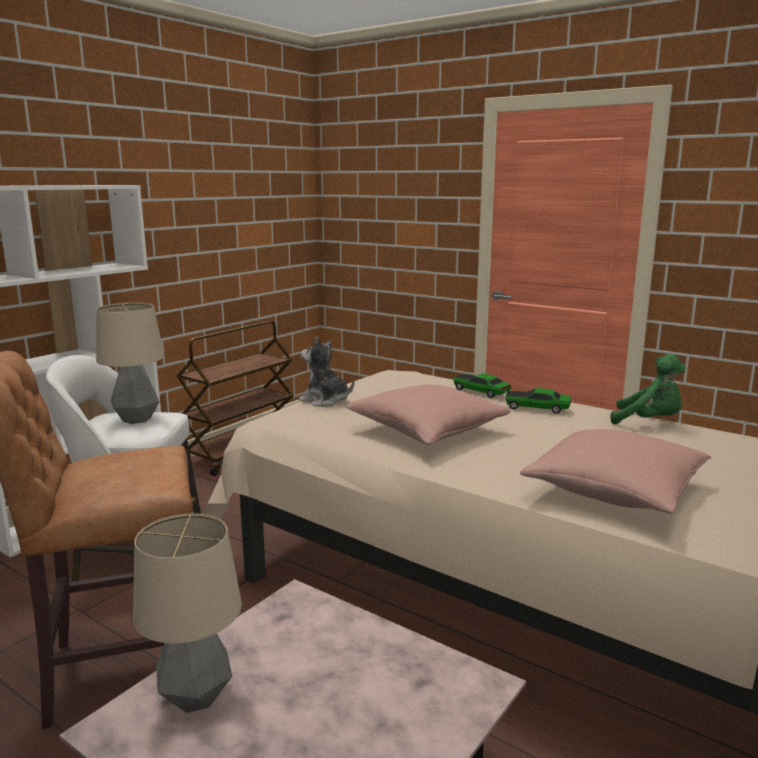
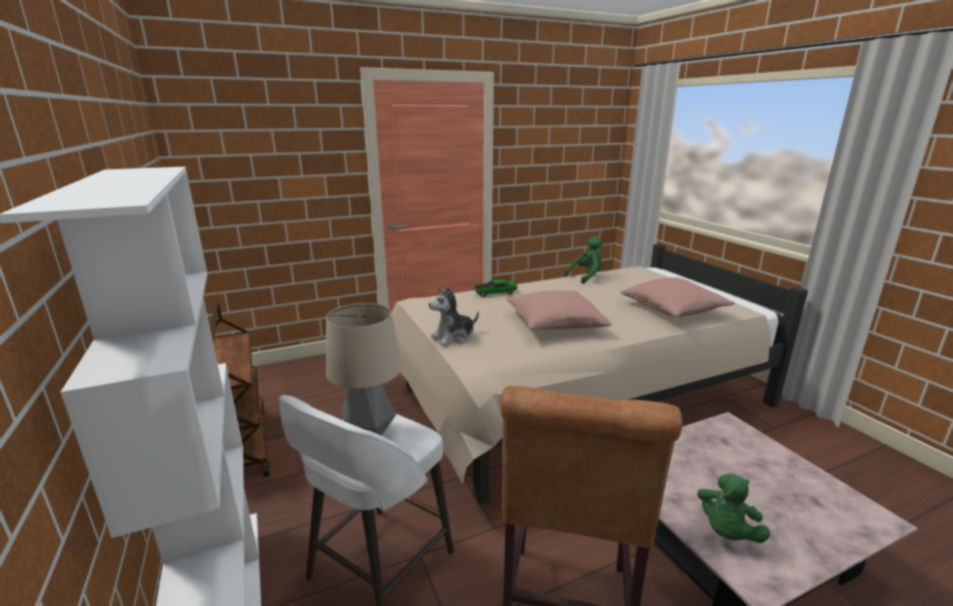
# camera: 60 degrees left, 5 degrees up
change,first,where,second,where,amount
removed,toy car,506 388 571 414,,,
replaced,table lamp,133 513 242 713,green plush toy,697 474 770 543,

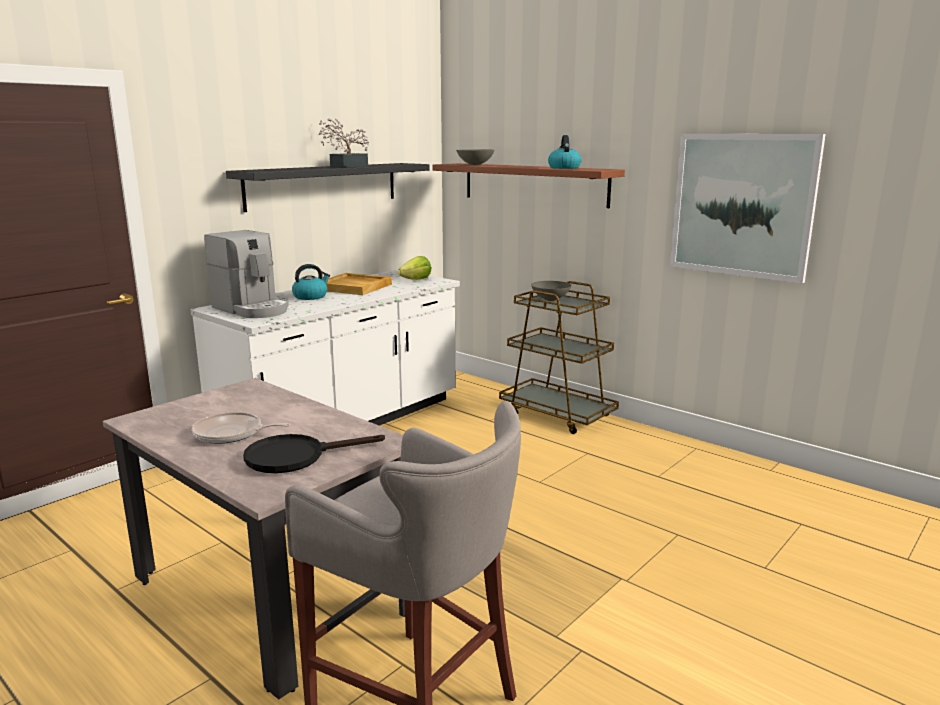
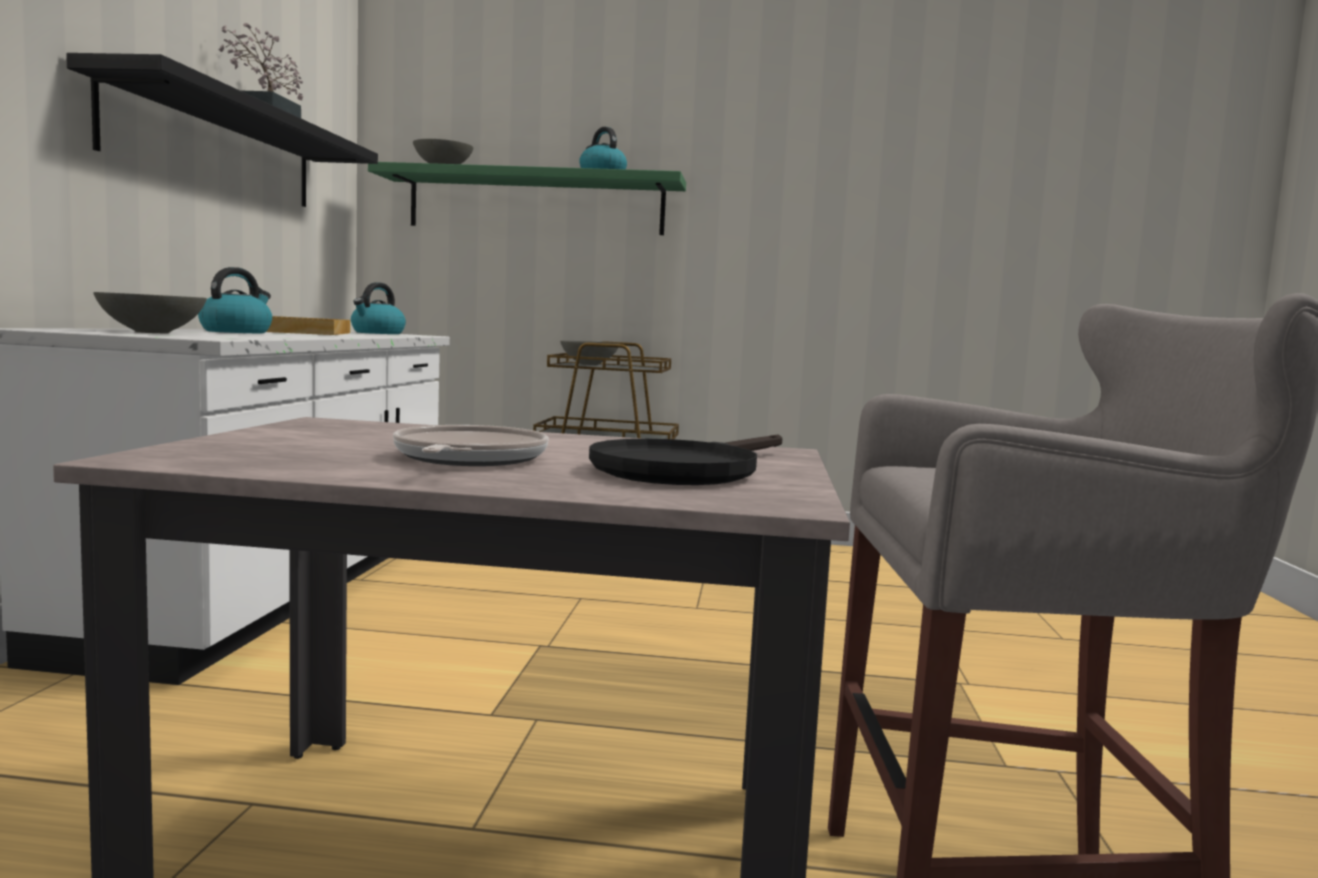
# camera: 35 degrees left, 10 degrees down
change,first,where,second,where,amount
removed,picture,670 134 826 283,,,
replaced,coffee machine,204 230 289 318,grey bowl,93 292 207 333,
replaced,lettuce,398 256 431 280,kettle,351 283 406 334,
recoloured,brown shelf,432 163 625 208,green shelf,368 162 686 235,
turned,frying pan,192 412 291 444,,393 425 548 466,120 degrees clockwise

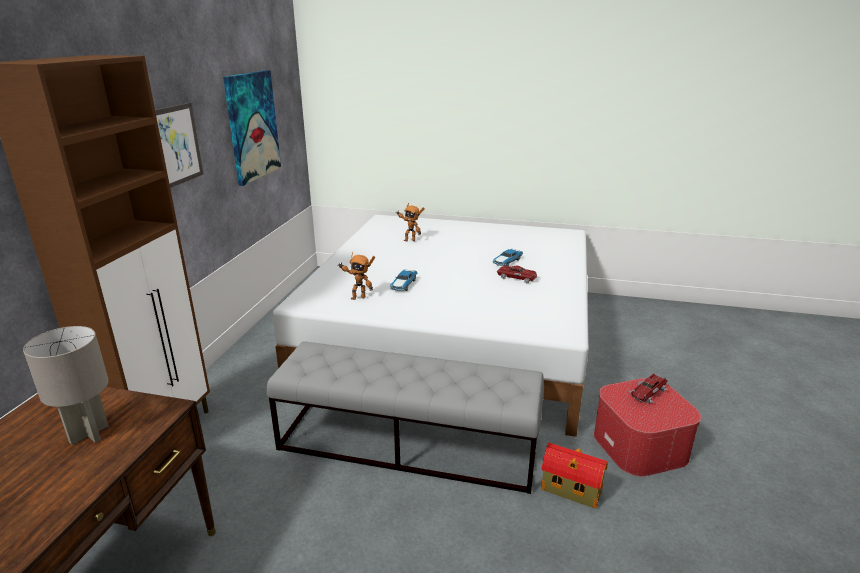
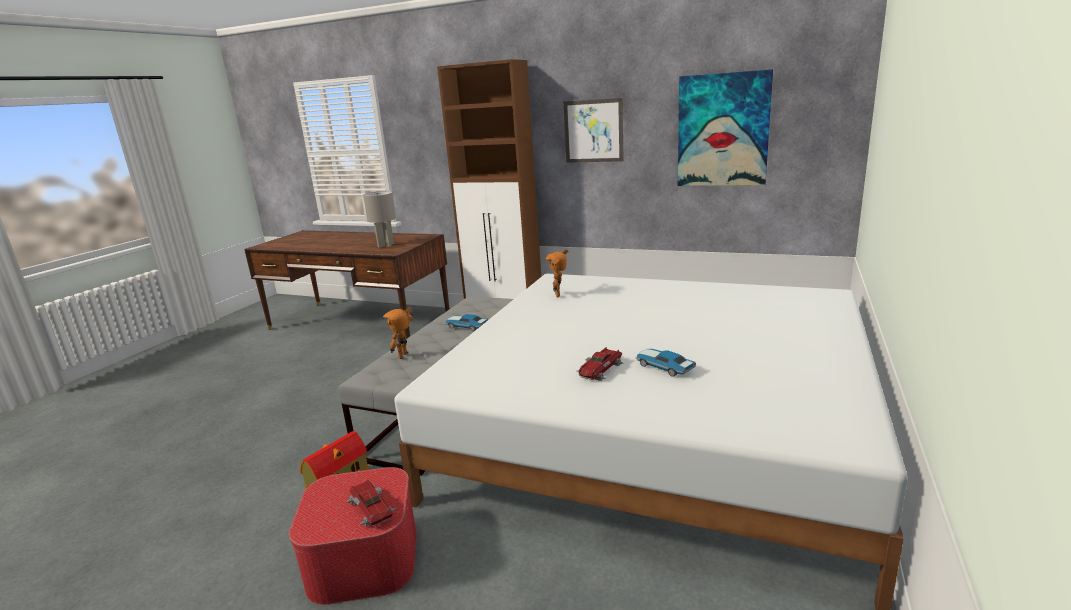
# camera: 100 degrees right, 5 degrees down
change,first,where,second,where,amount
moved,toy car,390 269 417 291,,445 314 488 331,
moved,toy robot,396 203 425 241,,383 307 413 359,

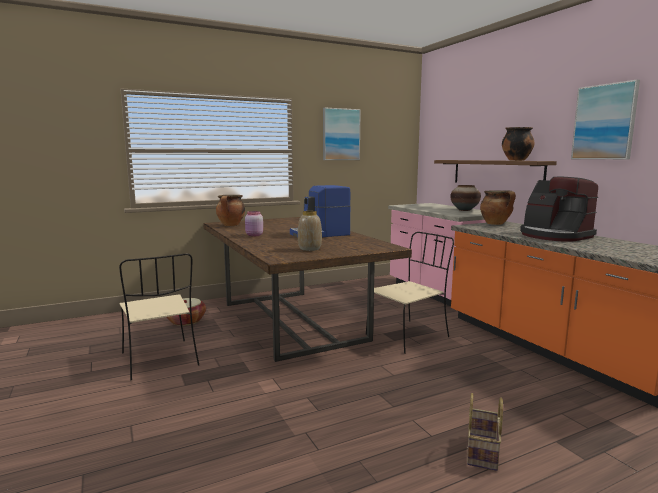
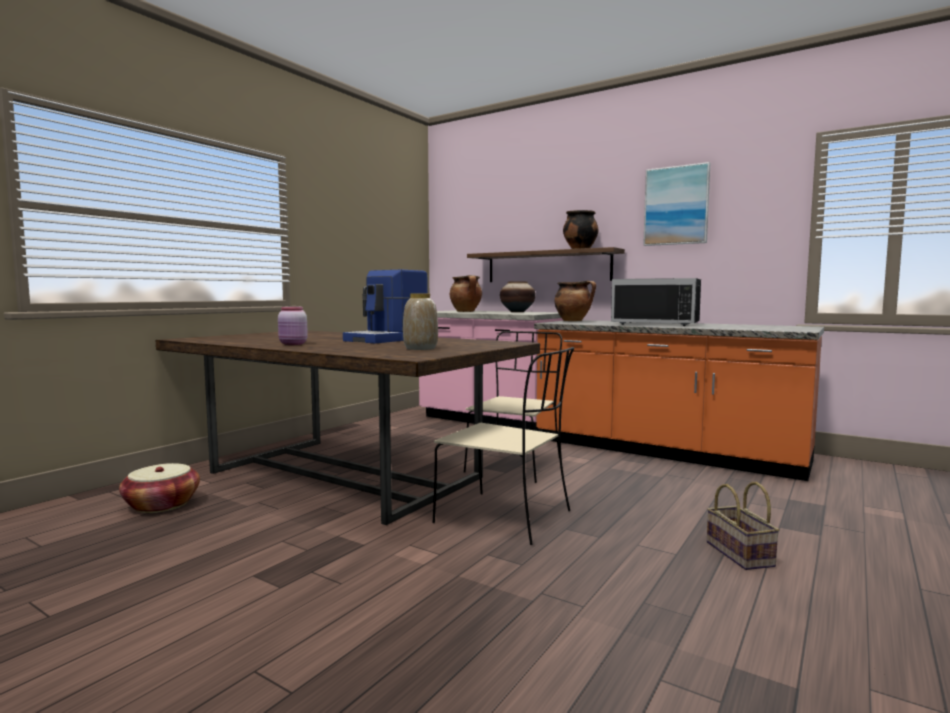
# camera: 30 degrees left, 5 degrees down
change,first,where,second,where,amount
removed,picture,323 107 361 160,,,
moved,beige chair,119 253 199 380,,433 347 574 545,
moved,cooking pot,216 195 245 226,,450 275 482 312,
replaced,coffee machine,520 177 598 242,black microwave,611 278 701 326,

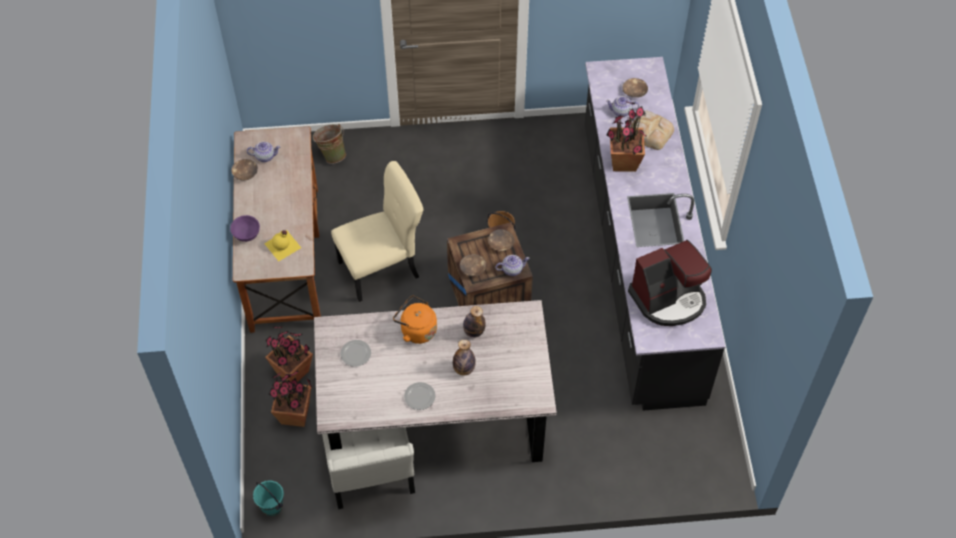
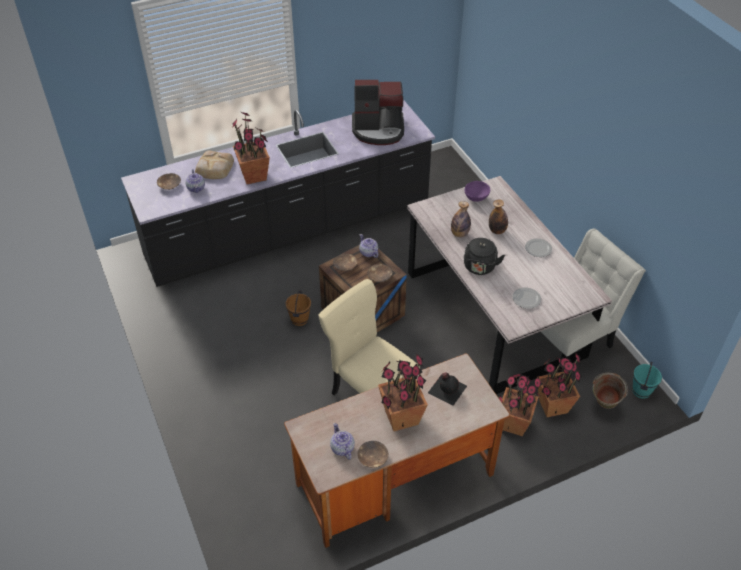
# camera: 110 degrees left, 10 degrees down
change,first,where,second,where,amount
added,,,potted plant,378 354 428 431,
moved,purple bowl,230 215 260 242,,464 181 490 202,
moved,green bucket,313 124 346 164,,593 372 628 409,
recoloured,yellow bottle,264 230 301 261,black bottle,428 372 467 406,
recoloured,orange kettle,393 296 437 344,black kettle,464 238 505 275,
turned,coffee machine,628 240 712 326,,352 80 404 145,135 degrees clockwise

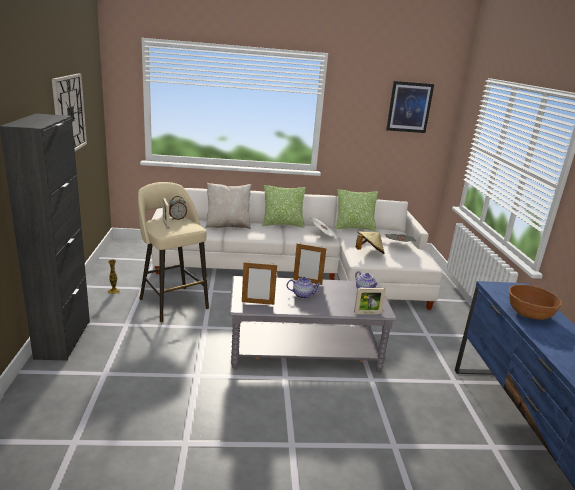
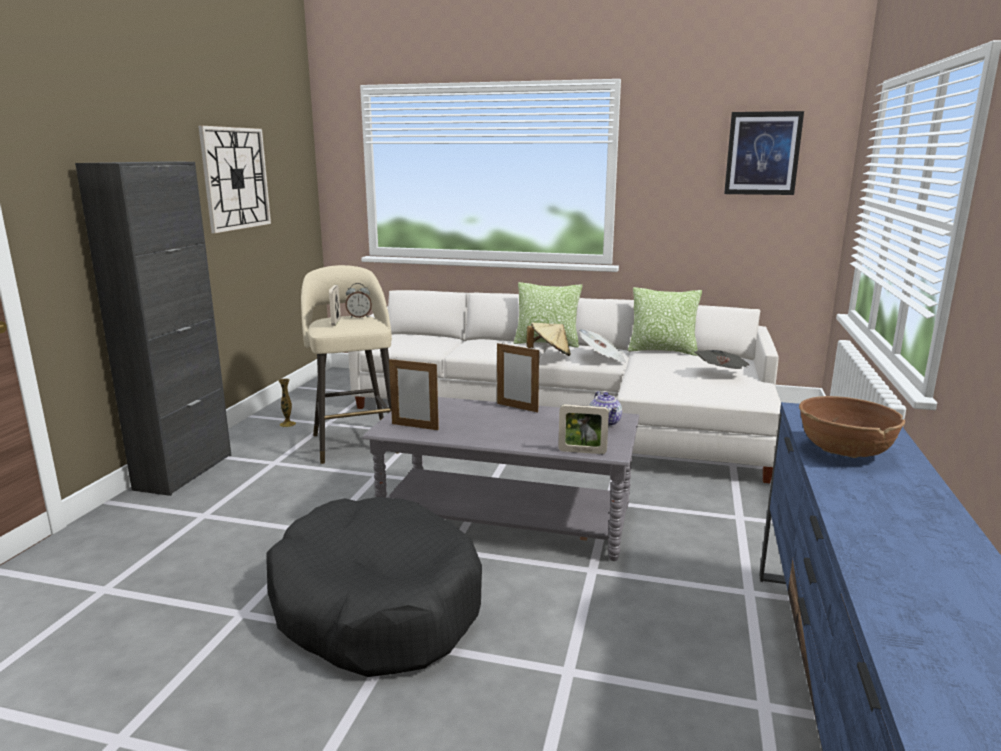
# camera: 20 degrees right, 5 degrees down
change,first,where,second,where,amount
removed,beige pillow,205 183 251 229,,,
removed,teapot,287 277 321 298,,,
added,,,black dog bed,266 497 482 677,
moved,beige hat,356 231 384 254,,526 323 571 356,

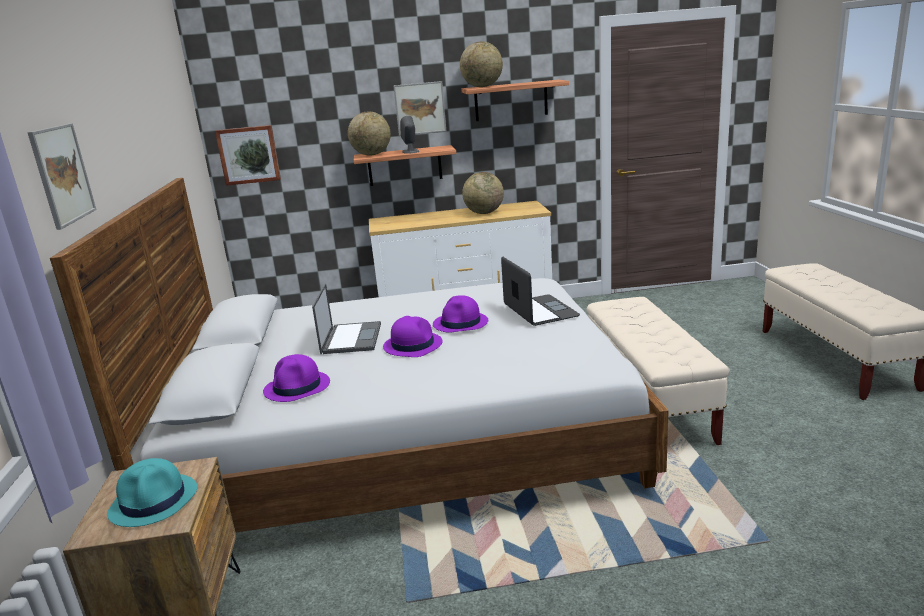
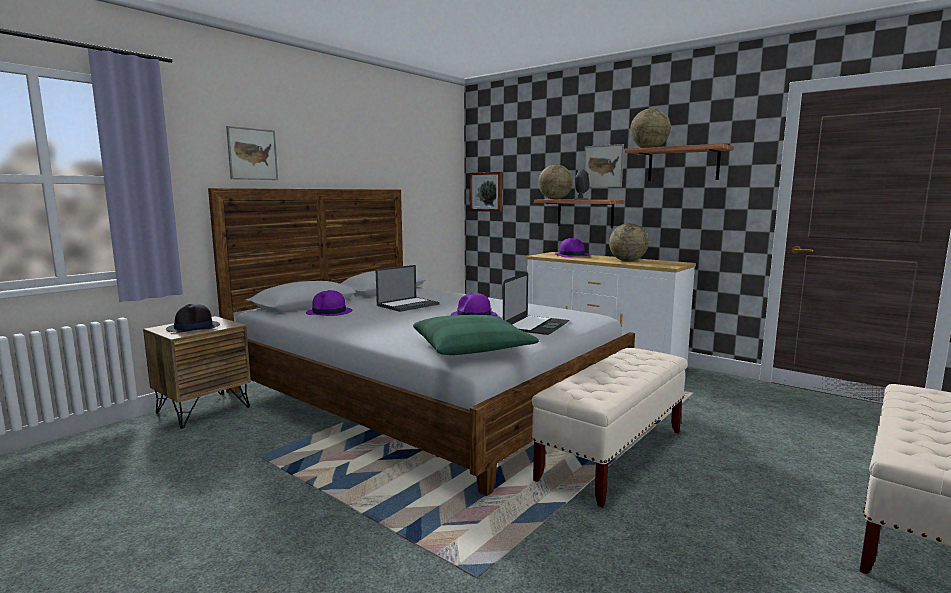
# camera: 45 degrees right, 10 degrees down
change,first,where,second,where,amount
added,,,green pillow,413 315 539 355,
moved,purple hat,383 316 443 357,,555 238 590 257,
recoloured,turquoise hat,107 458 197 527,black hat,166 304 220 332,

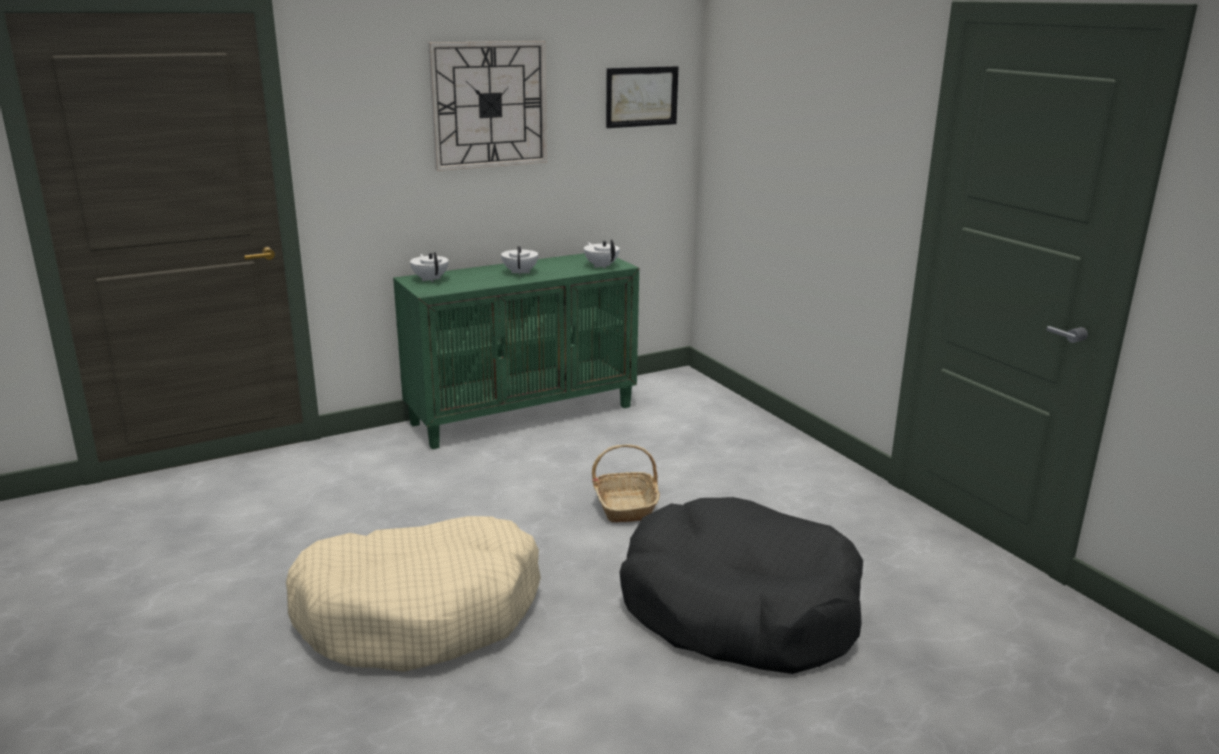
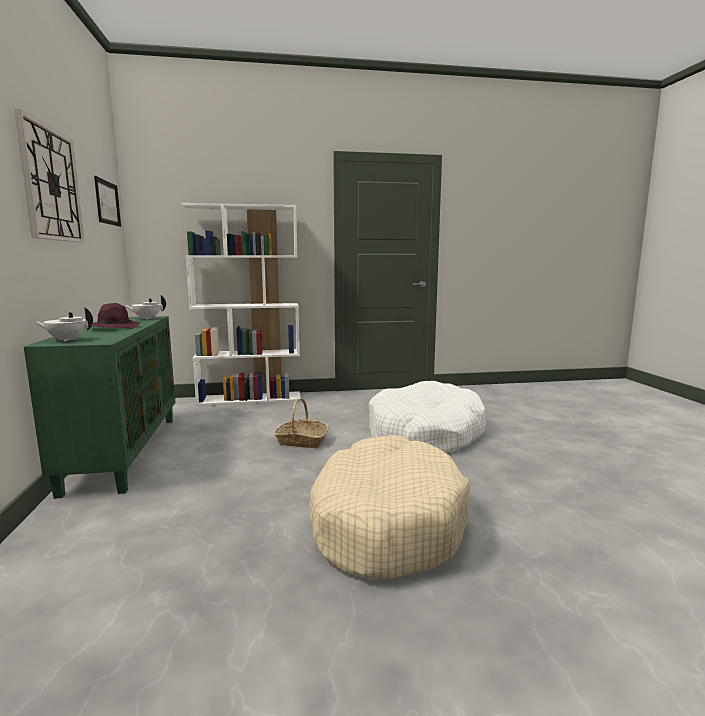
# camera: 70 degrees left, 10 degrees down
change,first,where,second,where,amount
added,,,white bookcase,181 203 301 406,
replaced,white teapot,501 246 538 275,purple hat,92 303 140 329,
recoloured,black dog bed,620 497 863 674,white dog bed,369 381 486 453,

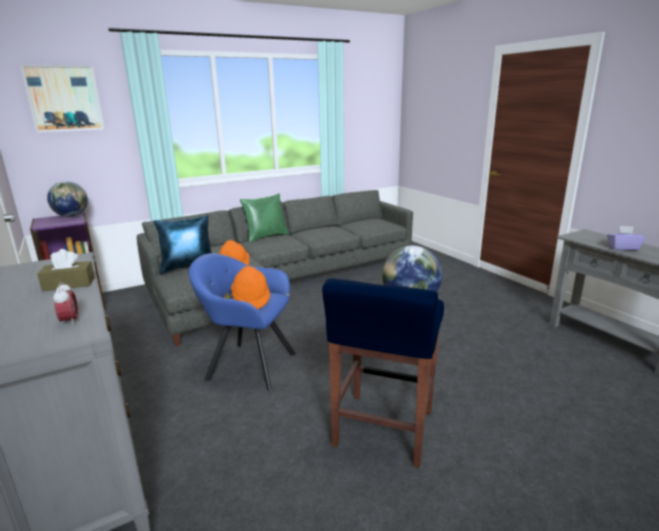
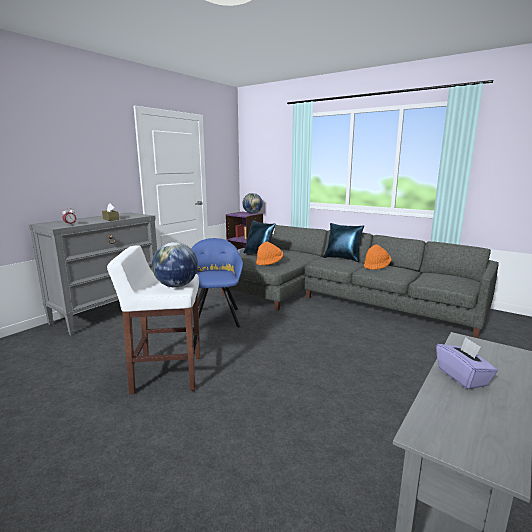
# camera: 65 degrees right, 5 degrees down
change,first,where,second,where,amount
removed,picture,20 64 105 133,,,
moved,orange hat,231 266 270 309,,364 245 392 270,
recoloured,green pillow,240 193 290 243,blue pillow,323 223 364 262,
recoloured,blue stool,322 278 444 467,white stool,107 245 200 394,

